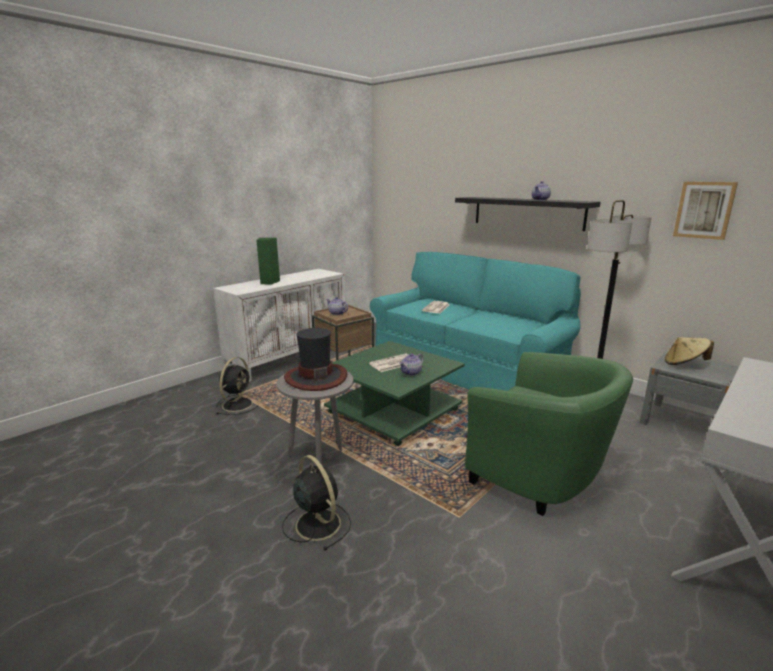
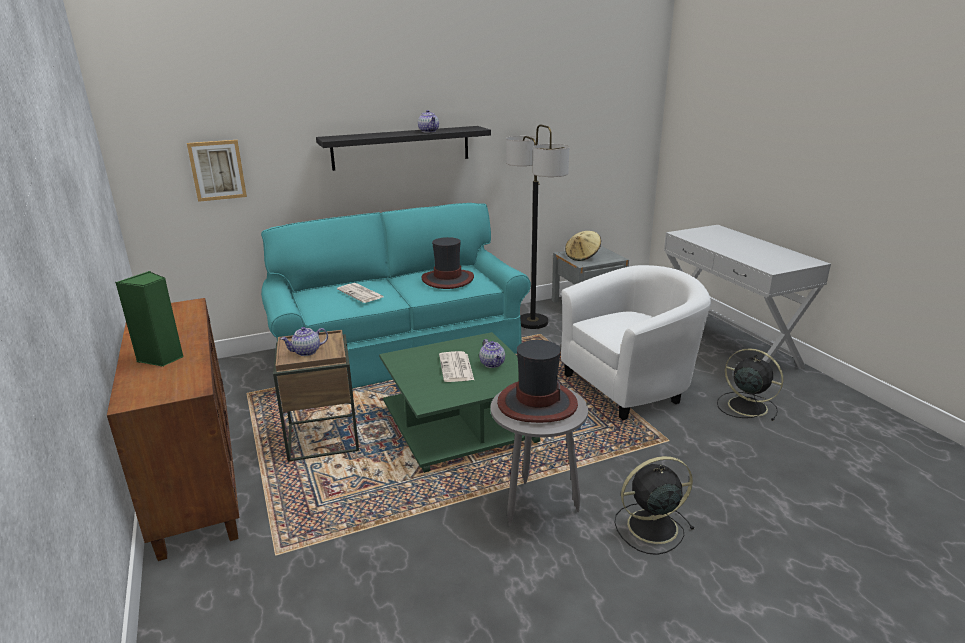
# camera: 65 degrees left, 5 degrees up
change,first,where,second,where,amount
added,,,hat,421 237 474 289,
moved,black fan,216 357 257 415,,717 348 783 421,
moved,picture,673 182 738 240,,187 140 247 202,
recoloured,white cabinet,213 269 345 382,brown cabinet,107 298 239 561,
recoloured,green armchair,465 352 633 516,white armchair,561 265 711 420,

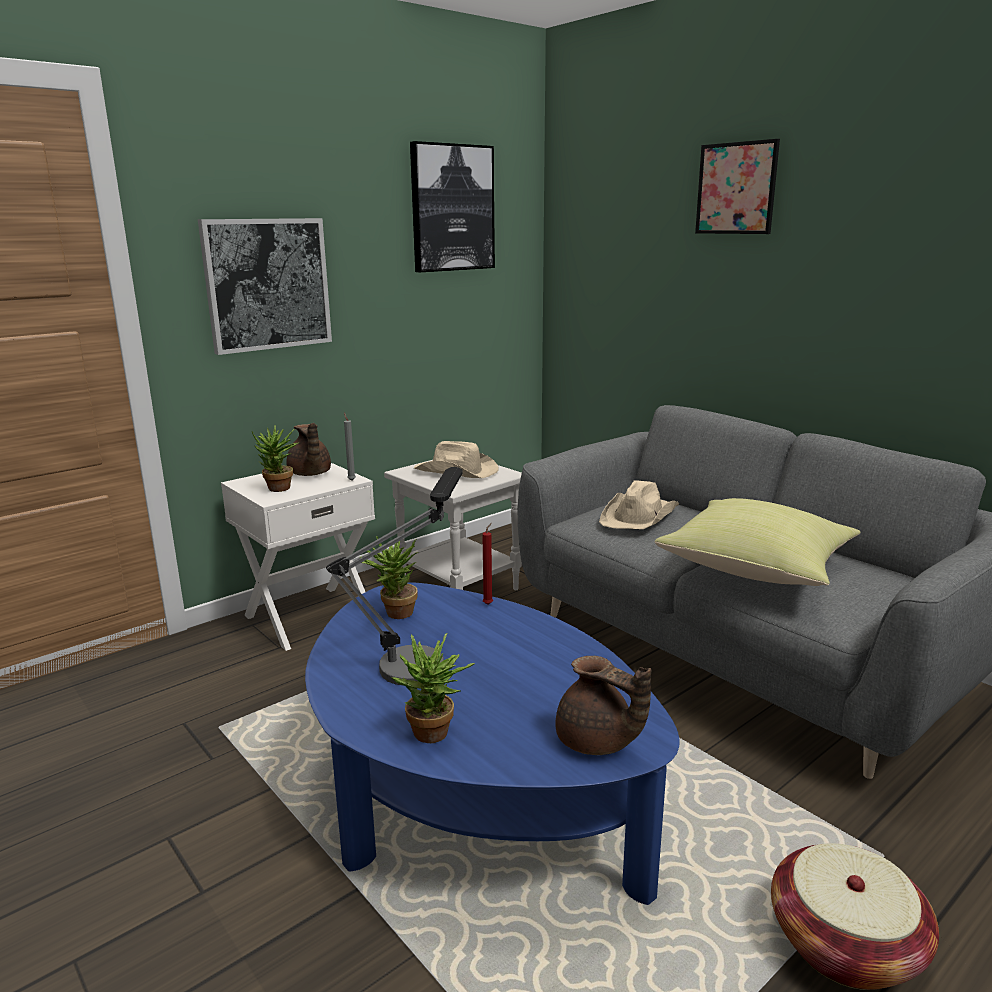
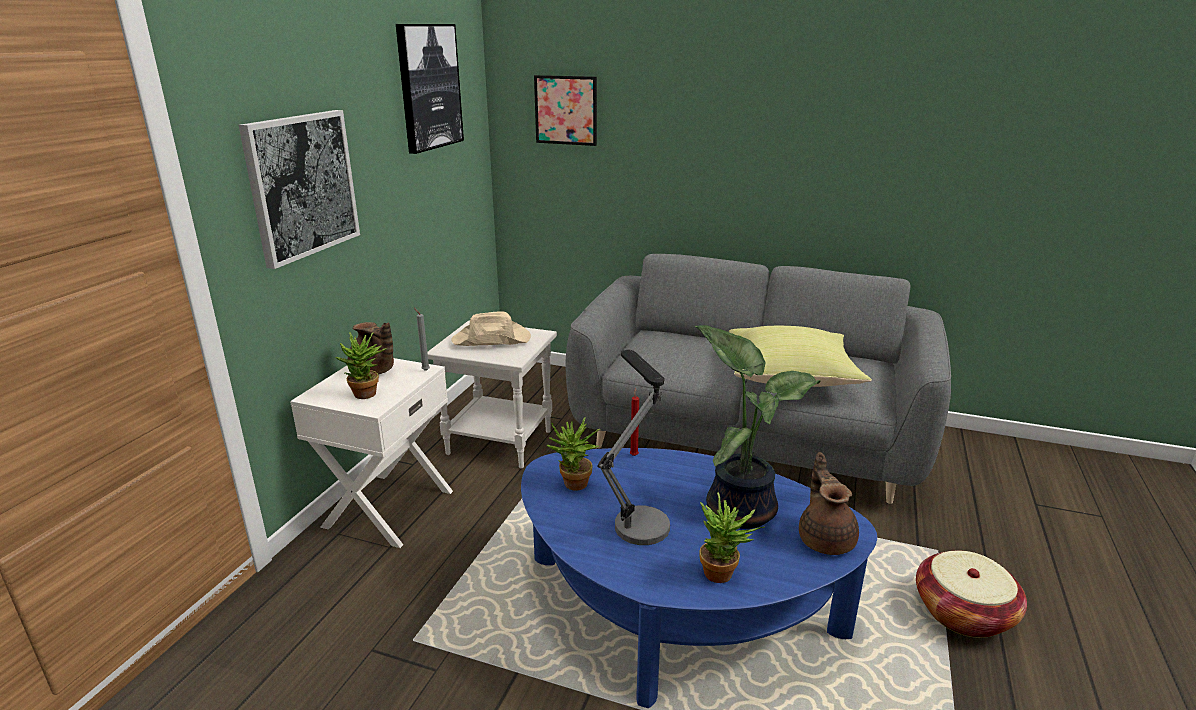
# camera: 30 degrees left, 5 degrees up
change,first,where,second,where,amount
removed,beige hat,599 480 679 529,,,
added,,,potted plant,695 325 821 529,
moved,picture,695 139 780 234,,534 75 597 146,
turned,brown teapot,555 656 652 755,,799 452 859 555,105 degrees counterclockwise

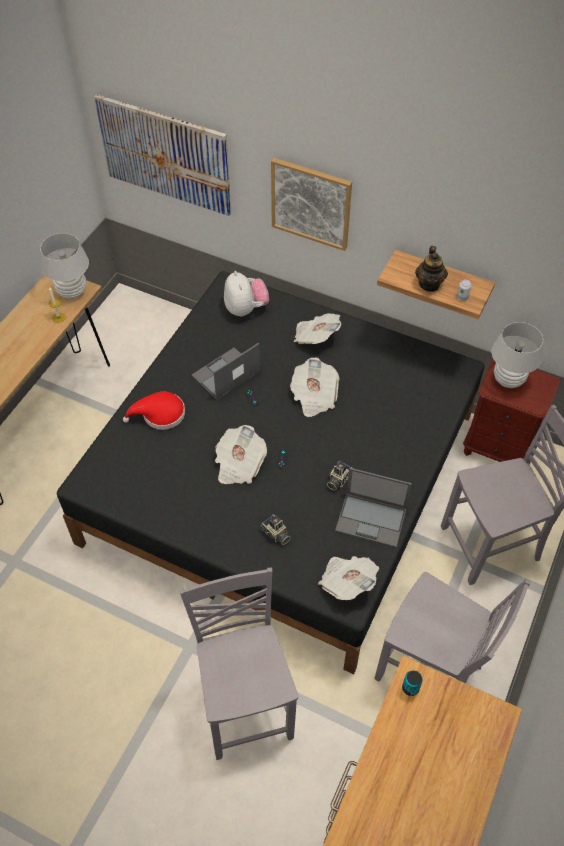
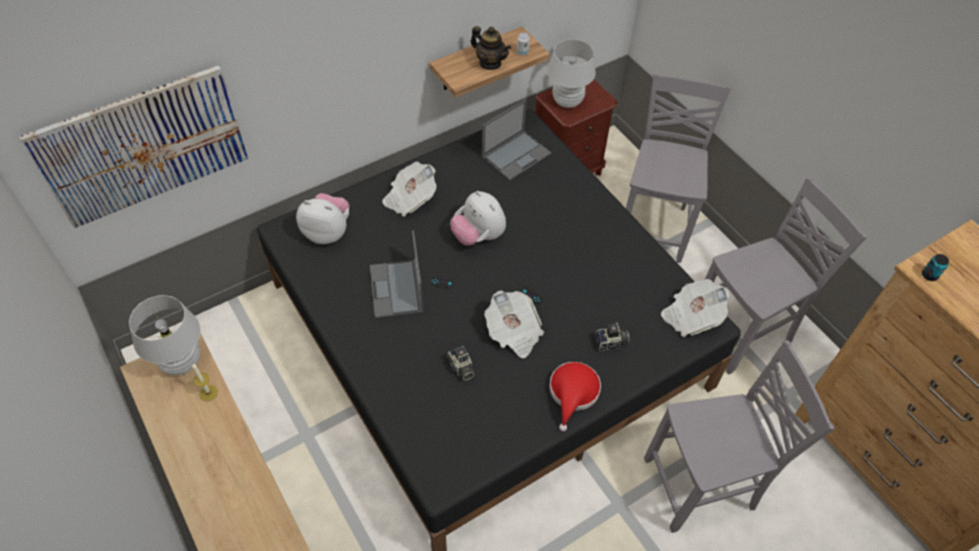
# camera: 60 degrees left, 0 degrees up
change,first,where,second,where,amount
removed,picture,271 158 352 251,,,
moved,red hat,123 392 185 430,,550 362 601 431,
moved,photo camera,327 461 352 491,,447 346 474 380,
moved,laptop,335 468 412 547,,482 99 551 181,
replaced,newspaper,290 357 339 417,plush toy,450 191 506 246,
turned,grey chair,179 568 298 760,,644 340 834 533,150 degrees clockwise

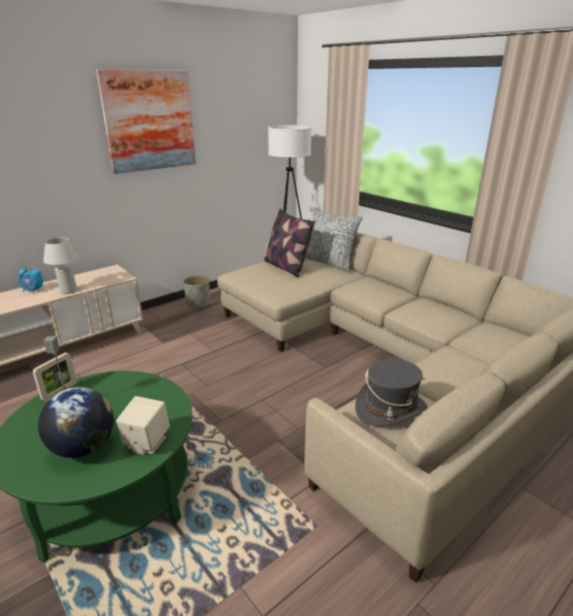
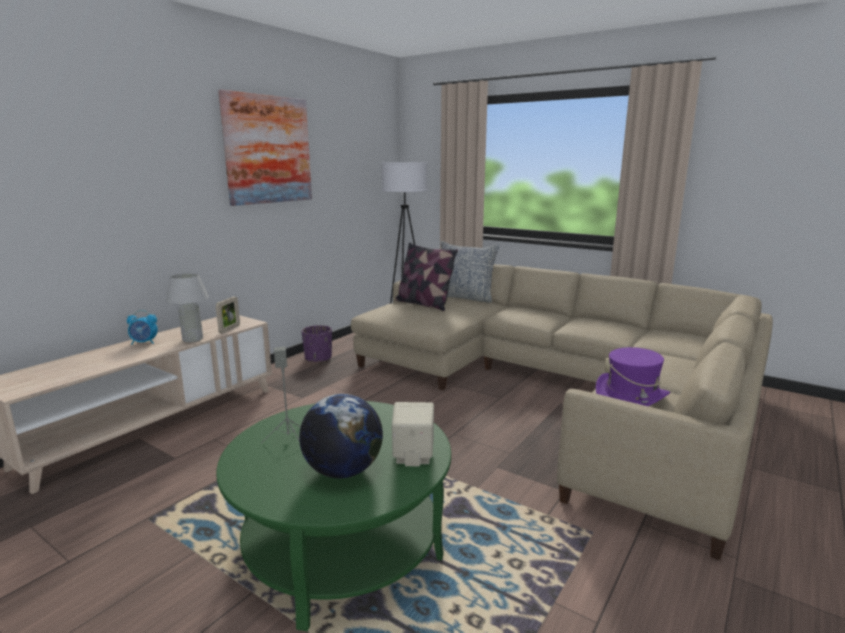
# camera: 15 degrees left, 10 degrees down
change,first,where,second,where,amount
moved,picture frame,33 352 77 402,,216 297 240 333,
recoloured,grey planter,183 275 210 308,purple planter,301 325 332 362,
recoloured,grey hat,355 359 428 426,purple hat,596 347 670 406,

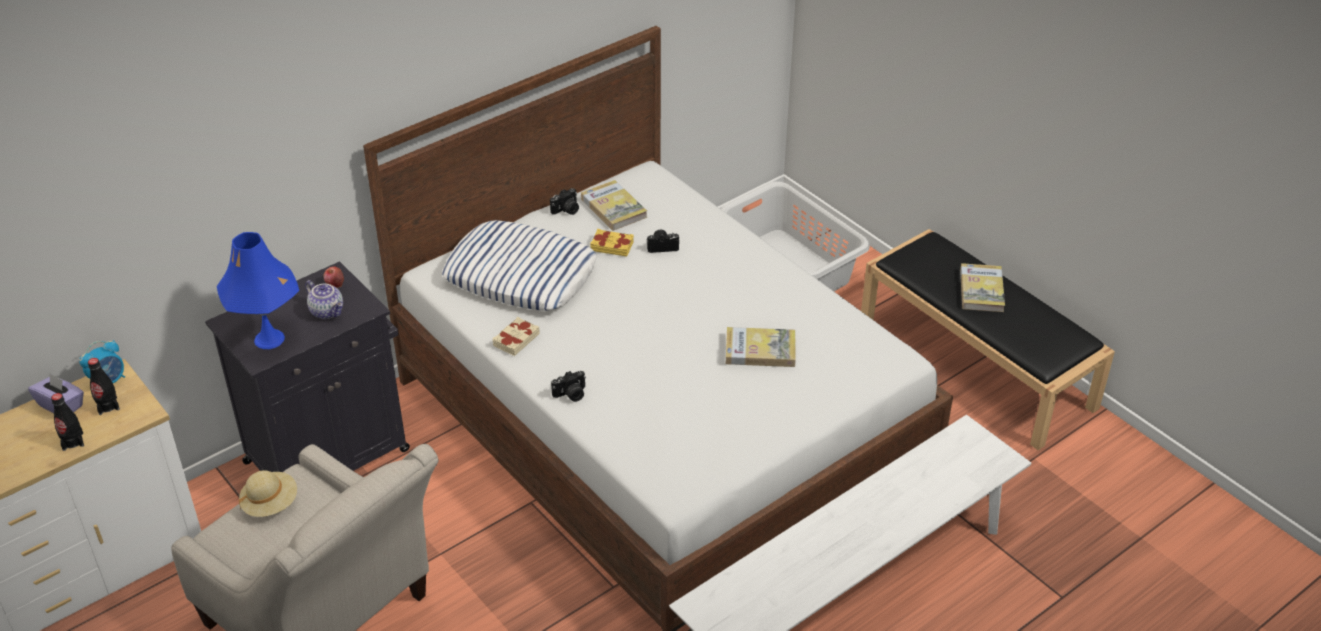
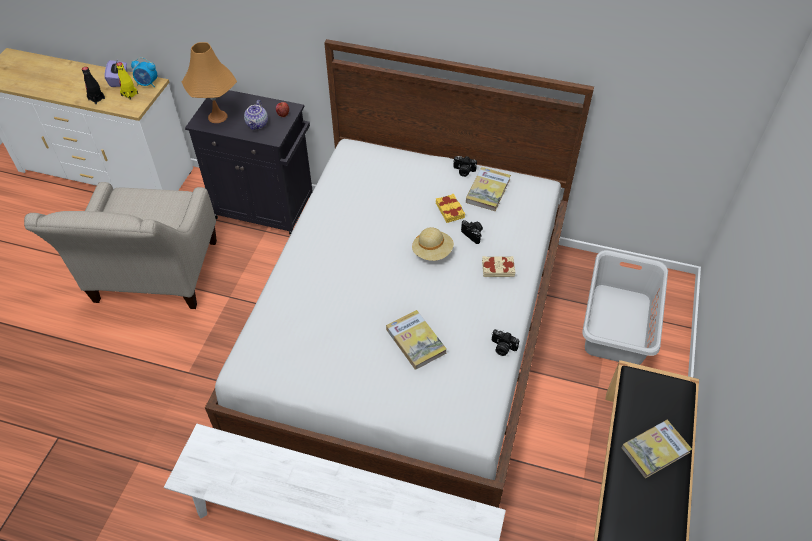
# camera: 55 degrees right, 10 degrees up
change,first,where,second,where,amount
removed,pillow,442 220 597 311,,,
moved,beige hat,239 470 297 517,,412 227 454 261,
moved,beige book,492 317 540 356,,482 256 515 277,
moved,photo camera,551 371 586 402,,492 329 519 356,
recoloured,black bottle,88 358 120 415,yellow bottle,116 62 138 100,
recoloured,blue table lamp,217 232 299 349,orange table lamp,182 42 237 123,

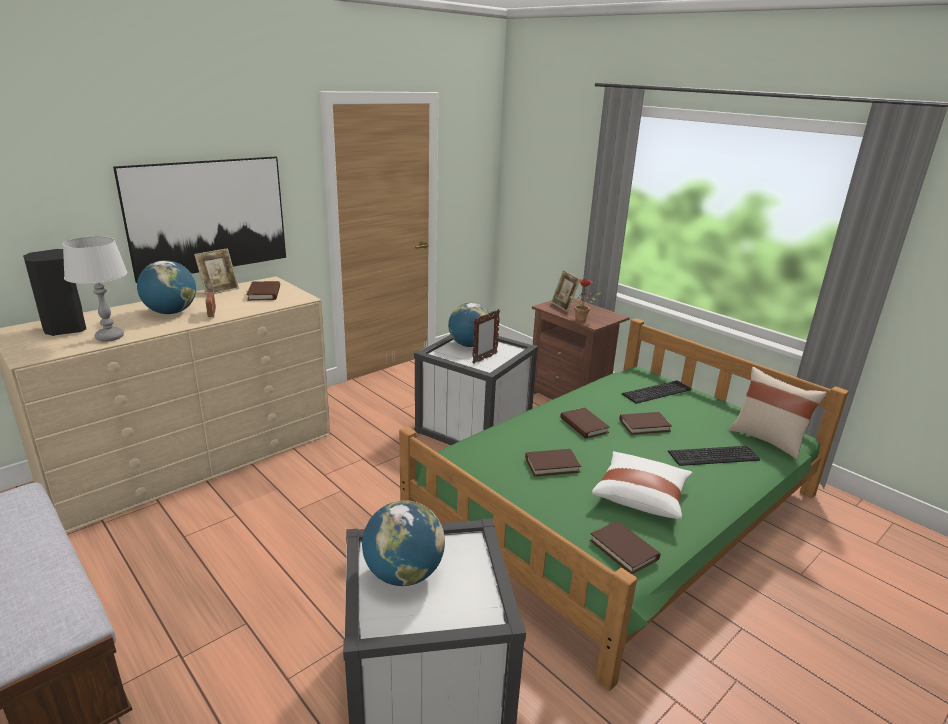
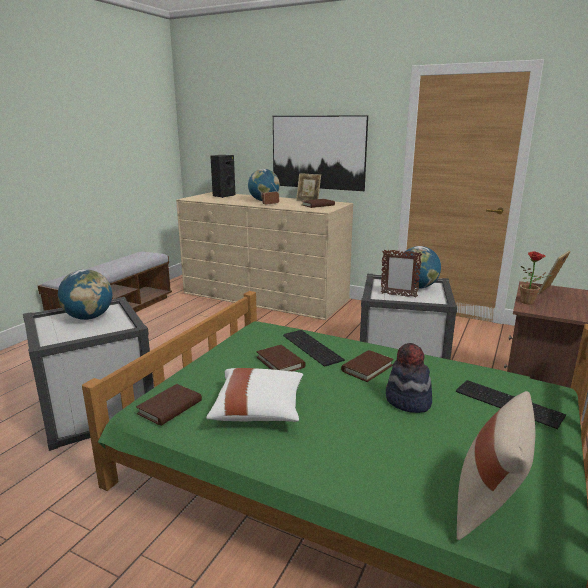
# camera: 70 degrees right, 5 degrees down
change,first,where,second,where,amount
removed,grey table lamp,63 236 128 341,,,
moved,keyboard,668 446 760 466,,283 330 345 367,
replaced,brown book,620 412 672 435,hat,386 343 432 413,

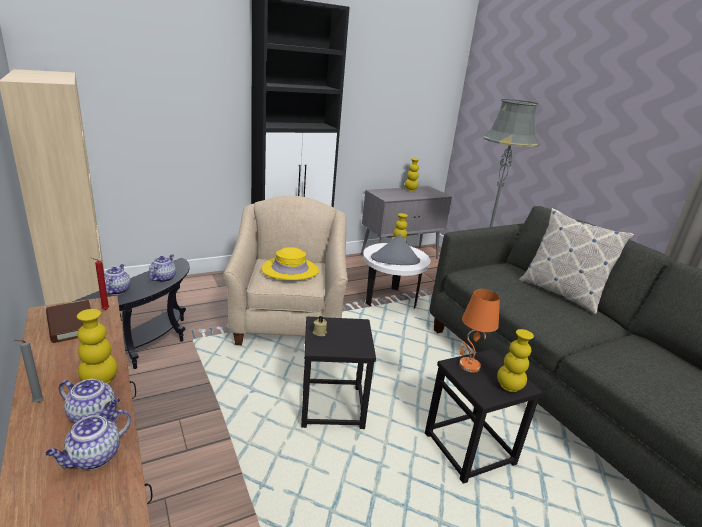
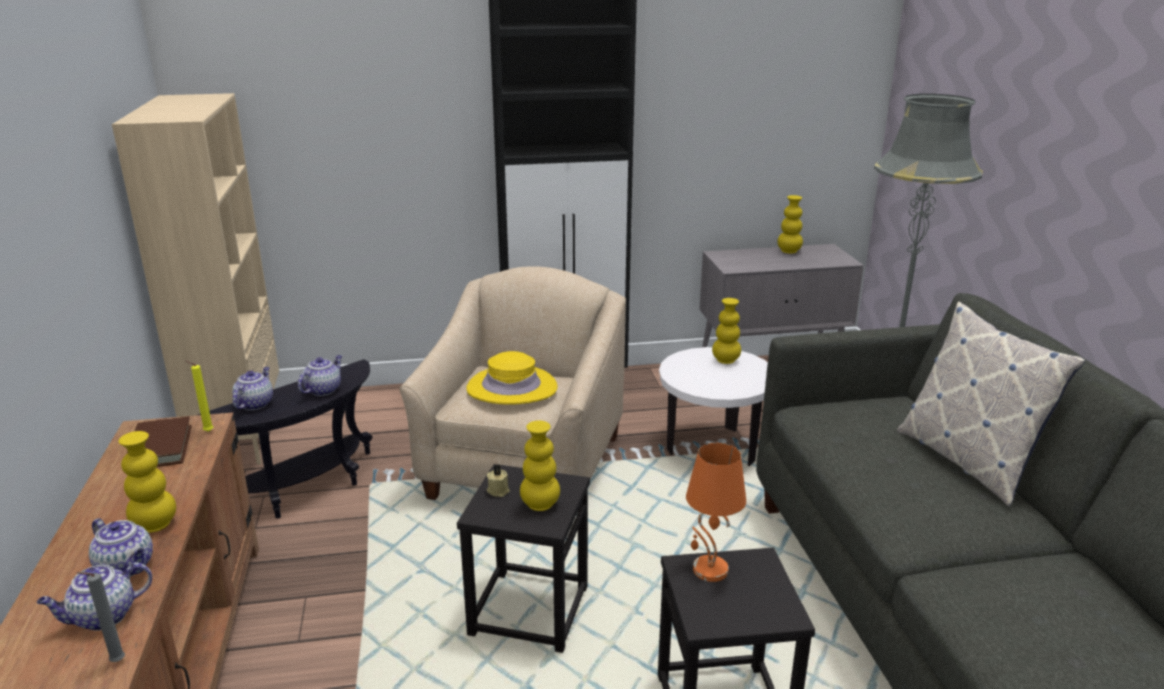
# camera: 20 degrees right, 0 degrees up
change,first,where,second,where,amount
removed,grey hat,371 234 420 265,,,
moved,grey candle,14 340 44 402,,77 572 125 662,
moved,yellow vase,497 329 534 392,,520 421 560 511,
recoloured,red candle,92 258 109 310,yellow candle,186 361 213 432,

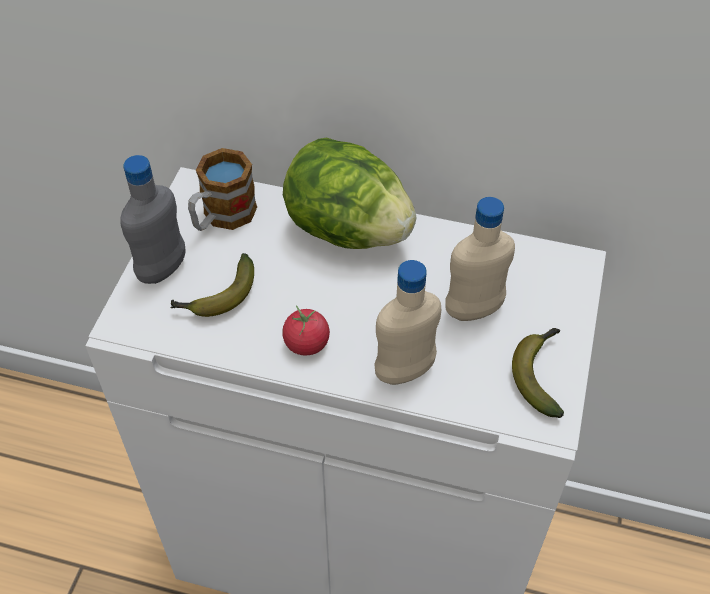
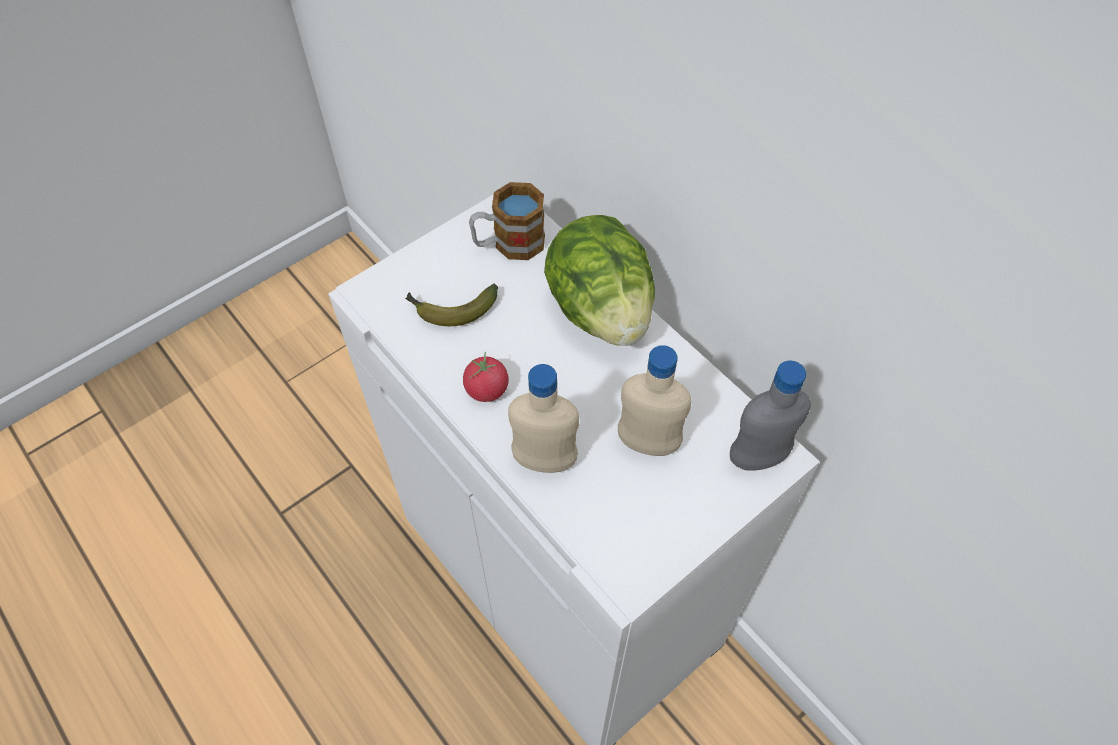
# camera: 35 degrees right, 5 degrees up
change,first,where,second,where,amount
removed,banana,512 328 564 418,,,
moved,grey bottle,120 155 186 284,,730 361 811 471,

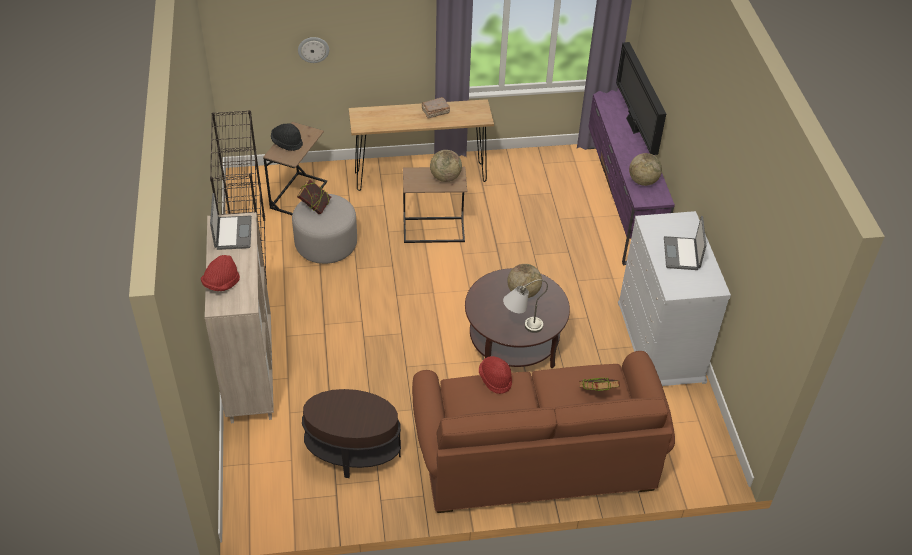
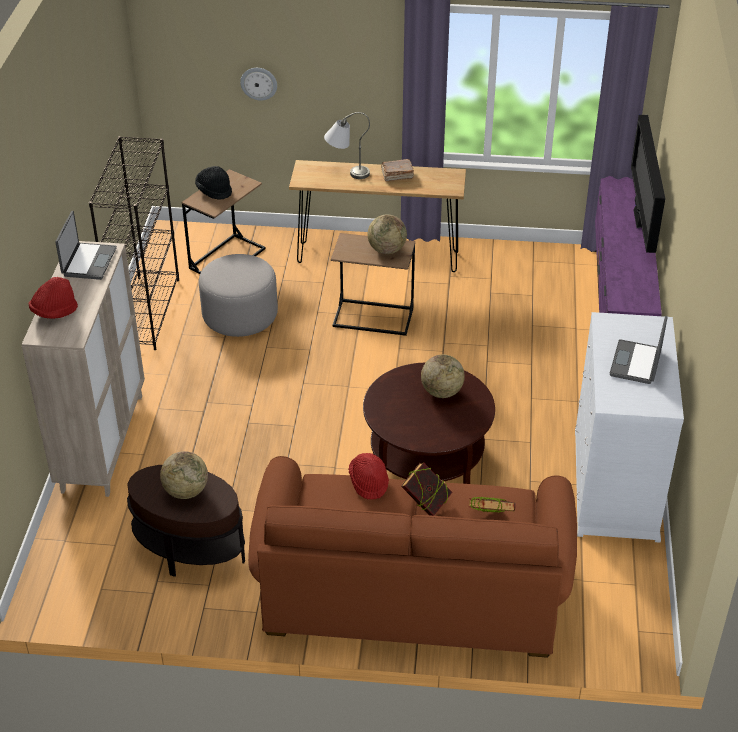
# camera: 15 degrees right, 5 degrees down
change,first,where,second,where,amount
moved,book,297 179 331 214,,401 462 452 516,
moved,grey table lamp,503 279 548 333,,324 112 370 179,
moved,globe,629 153 662 186,,160 451 208 499,

